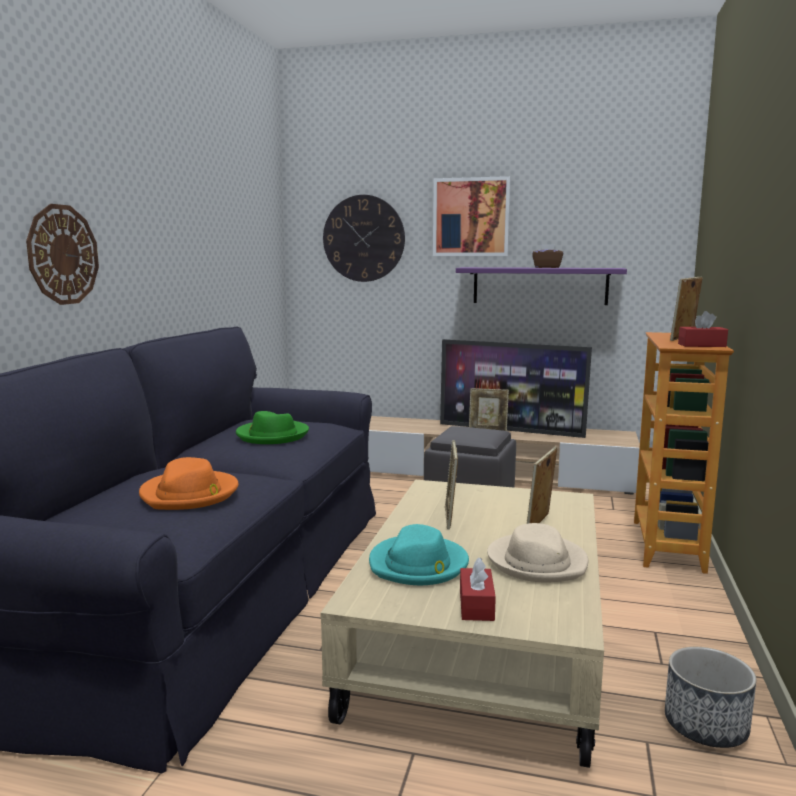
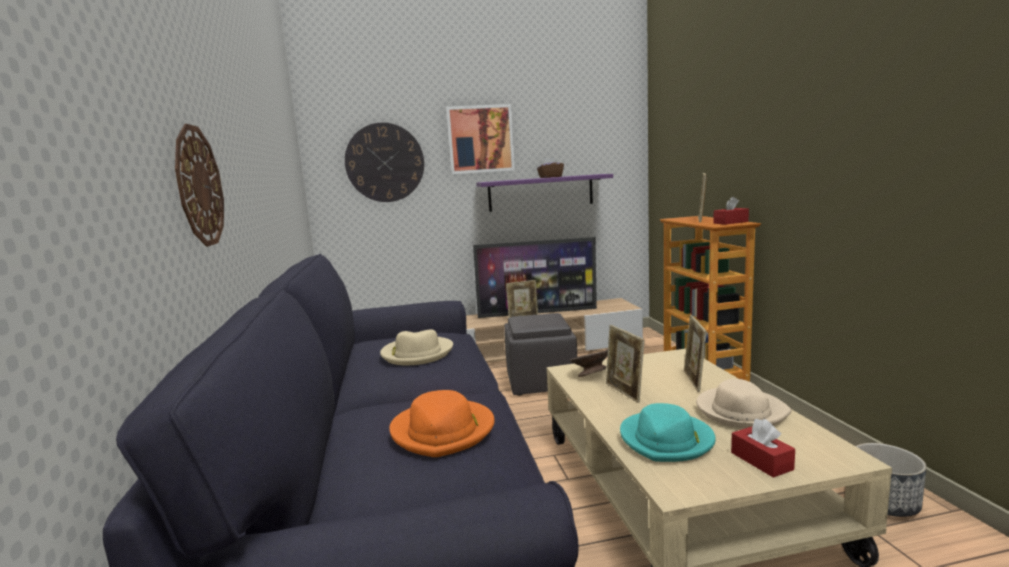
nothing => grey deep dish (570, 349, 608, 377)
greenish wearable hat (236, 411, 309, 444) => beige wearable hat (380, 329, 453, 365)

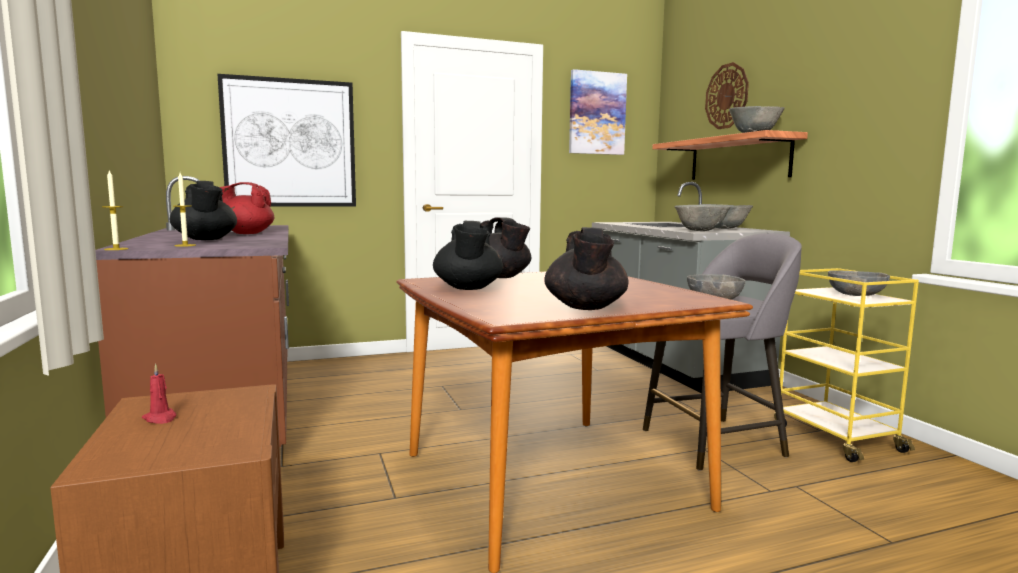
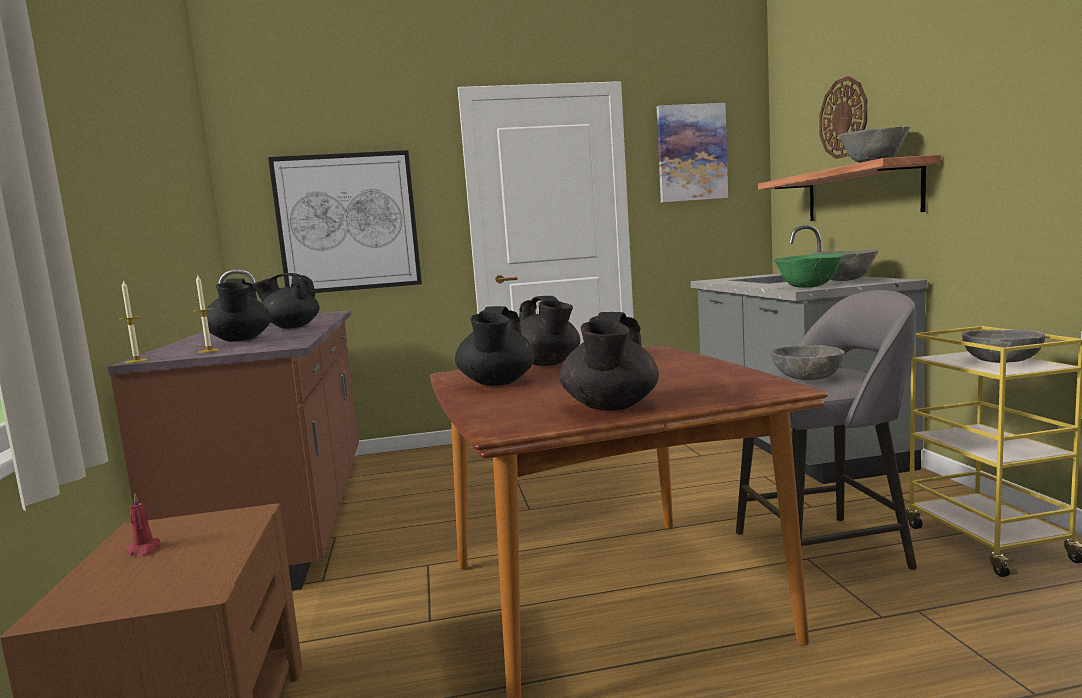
red-coloured tea pot (219, 182, 274, 234) => black-coloured tea pot (253, 273, 319, 329)
grey deep dish (674, 205, 731, 231) => greenish deep dish (774, 254, 844, 288)

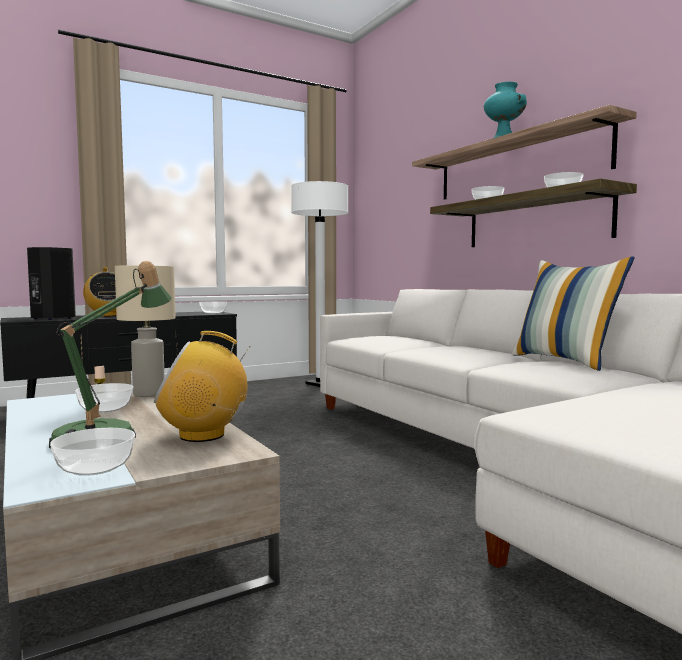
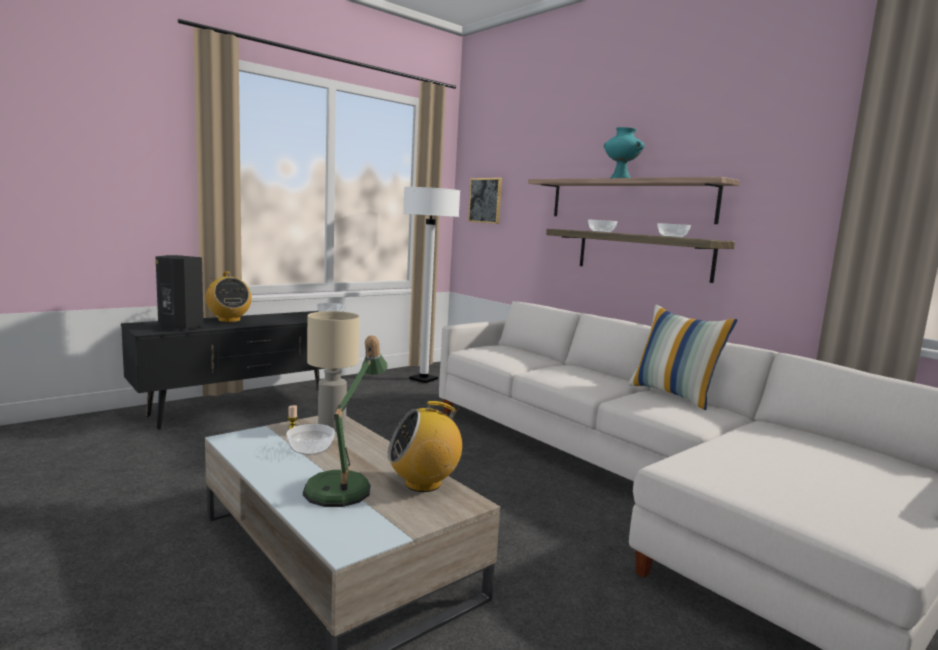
deep dish (50, 428, 135, 476) => nothing
nothing => picture (468, 178, 502, 224)

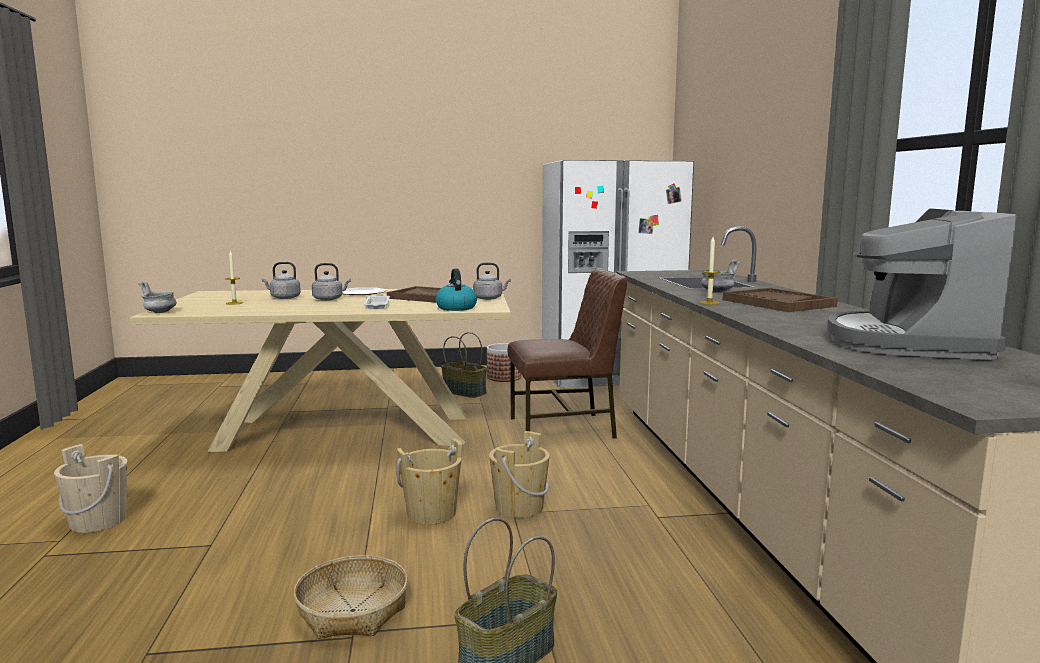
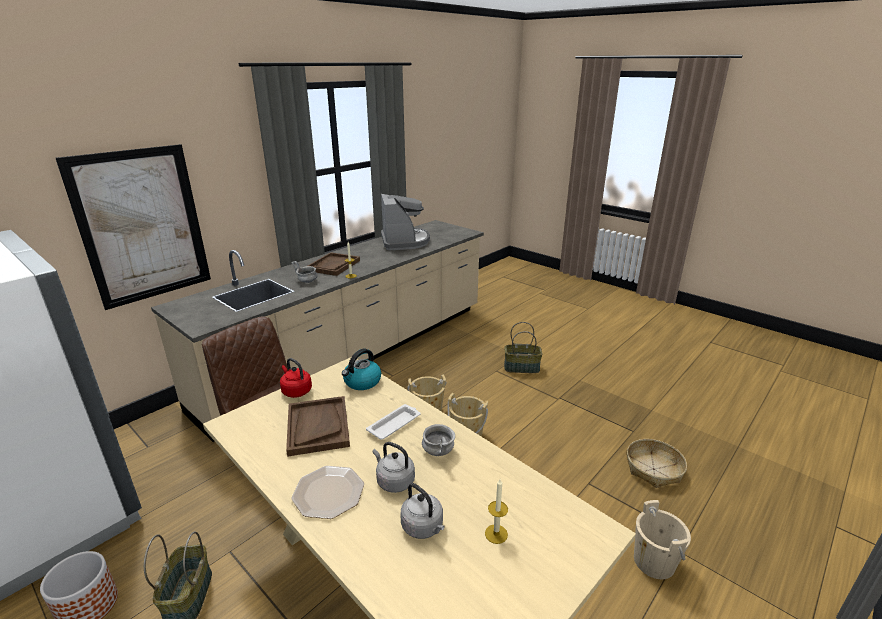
nothing => picture (56, 144, 211, 310)
grey deep dish (138, 281, 177, 313) => grey deep dish (422, 424, 455, 456), shifted
household basket (293, 555, 408, 639) => household basket (627, 439, 687, 488), shifted
grey tea kettle (473, 262, 511, 300) => red-coloured tea kettle (280, 358, 312, 398)
coffee machine (827, 209, 1017, 360) => coffee machine (381, 194, 430, 250), 75 degrees counterclockwise

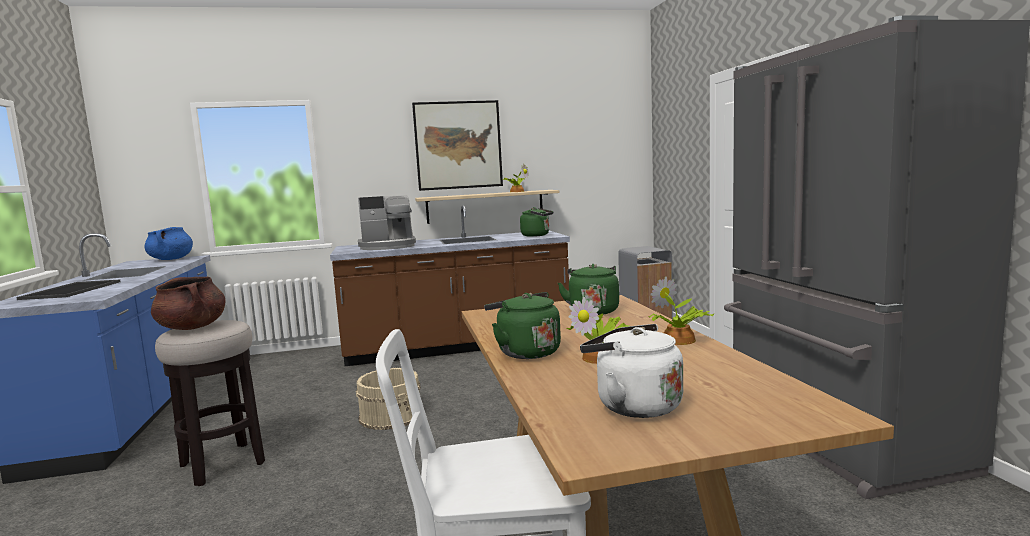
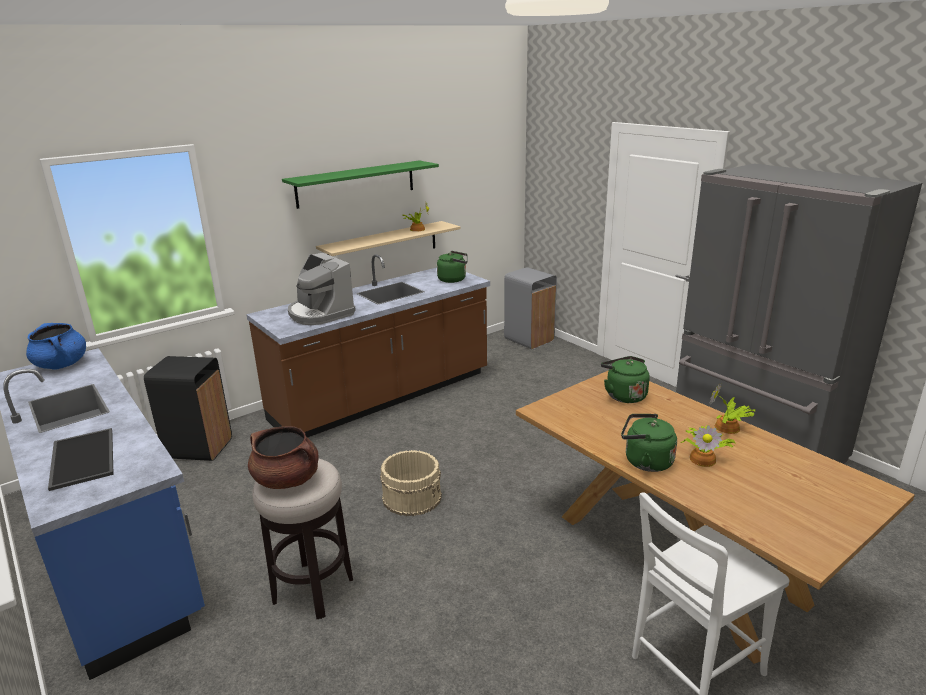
white tea kettle (580, 324, 683, 418) => nothing
nothing => black-coloured rubbish bin (144, 356, 232, 461)
picture (412, 100, 503, 191) => greenish shelf (282, 160, 439, 209)
coffee machine (358, 195, 416, 250) => coffee machine (288, 253, 356, 325), 90 degrees clockwise

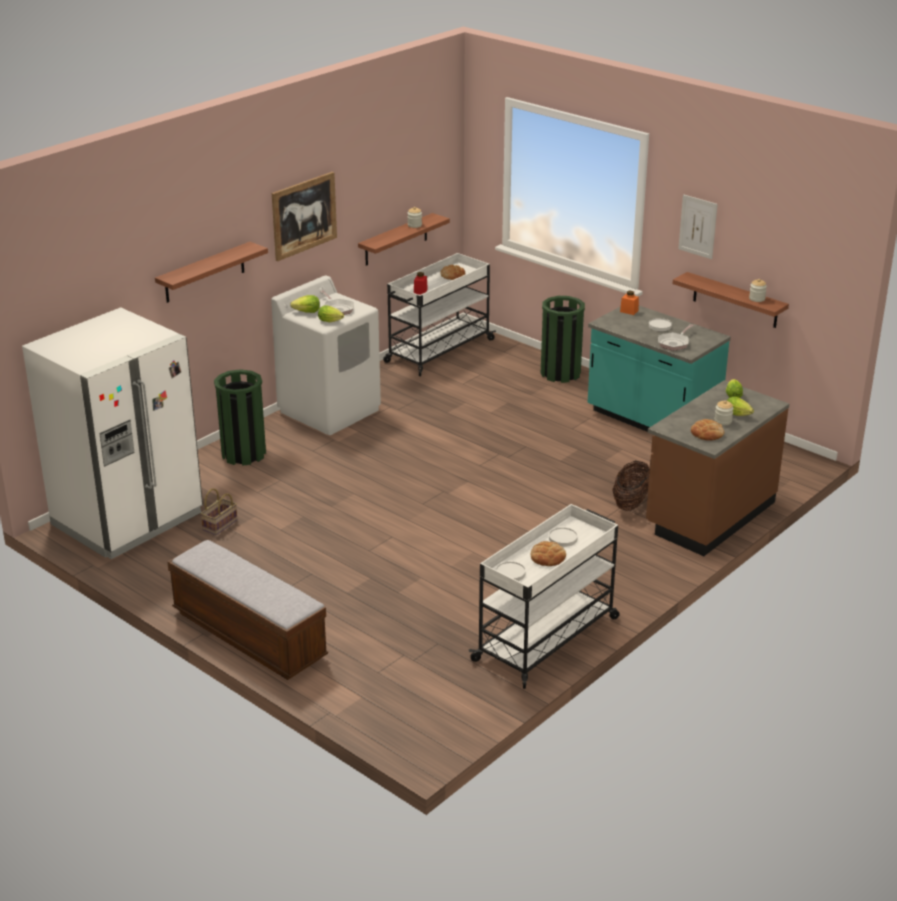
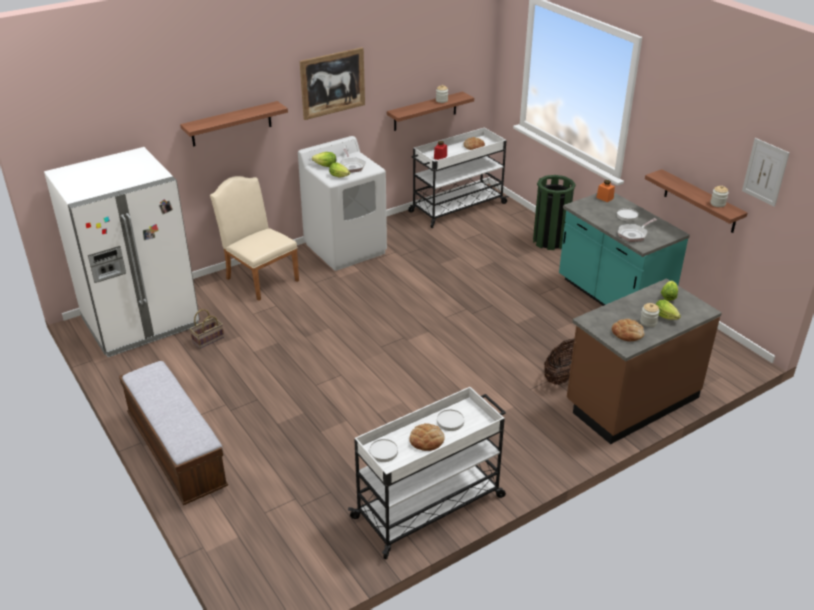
picture (678, 194, 718, 259) => picture (742, 138, 789, 207), shifted
greenish rubbish bin (214, 369, 266, 466) => beige upright chair (210, 176, 299, 301)

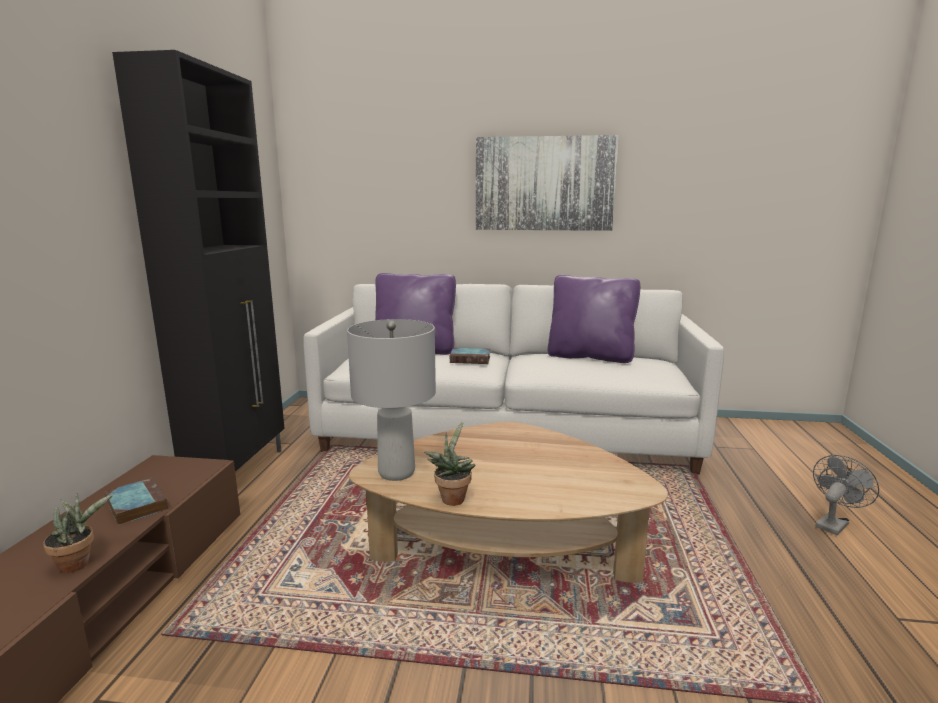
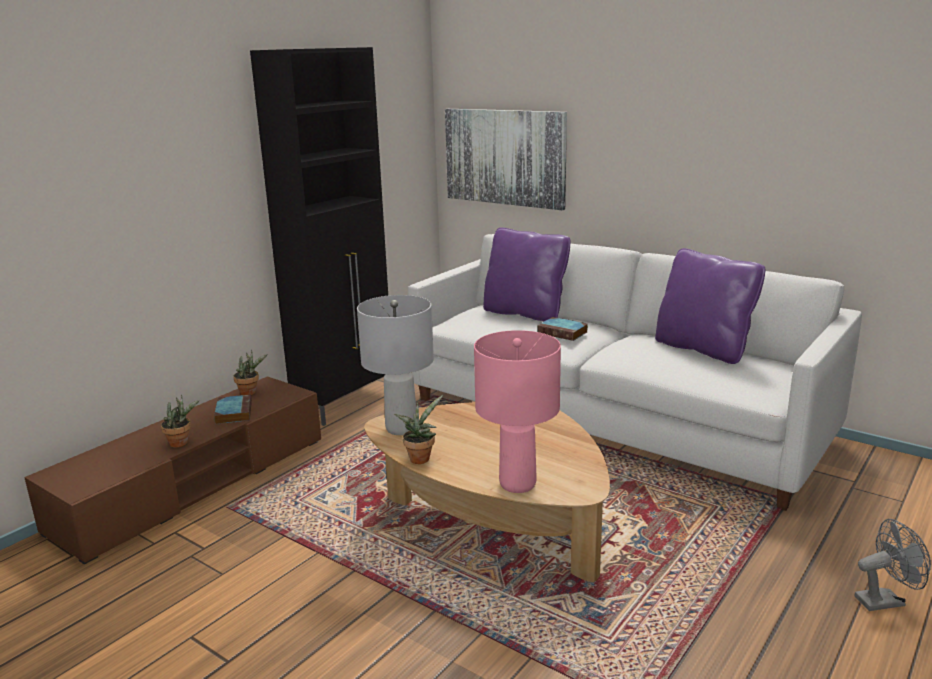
nothing => potted plant (233, 350, 268, 395)
nothing => pink table lamp (474, 330, 561, 493)
picture (476, 135, 619, 231) => picture (445, 109, 567, 210), shifted

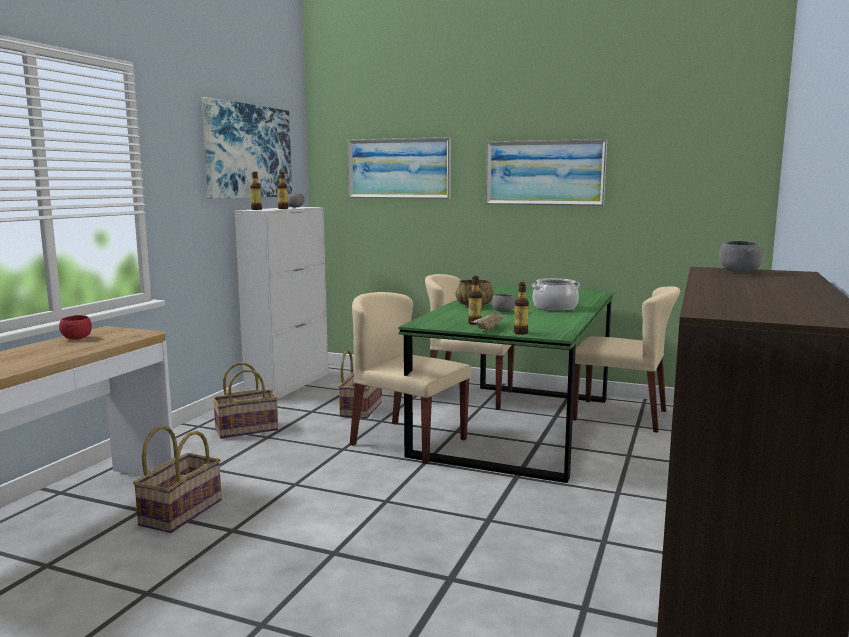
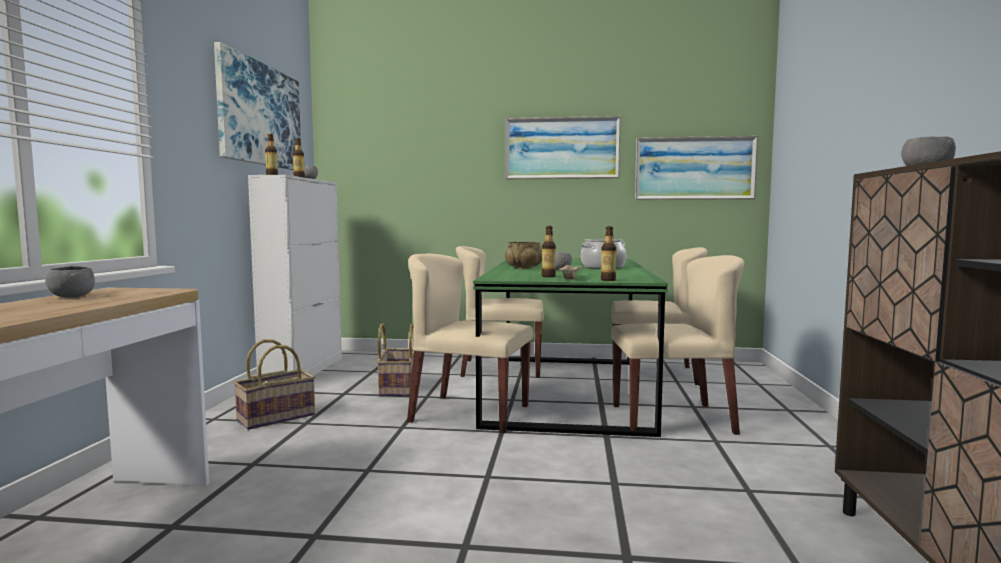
household basket (133, 425, 222, 533) => nothing
nothing => beige upright chair (611, 255, 744, 435)
picture (347, 137, 451, 199) => picture (635, 136, 758, 200), shifted
red-coloured deep dish (59, 315, 92, 340) => grey deep dish (45, 266, 95, 298)

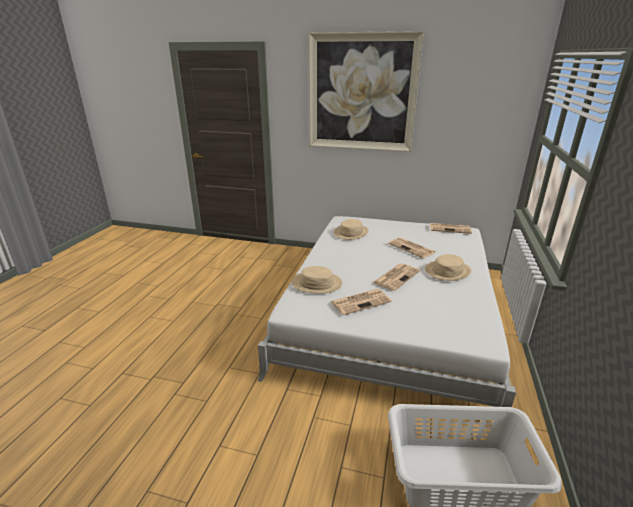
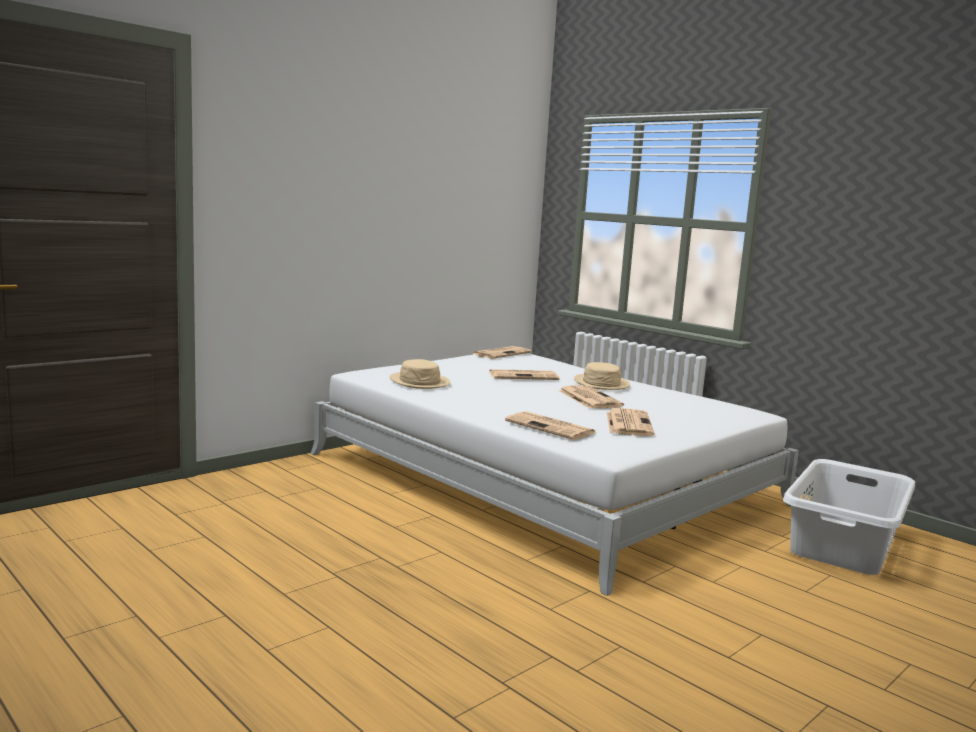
picture (308, 31, 424, 152) => nothing
beige wearable hat (291, 266, 342, 294) => printed paper (505, 411, 596, 440)

